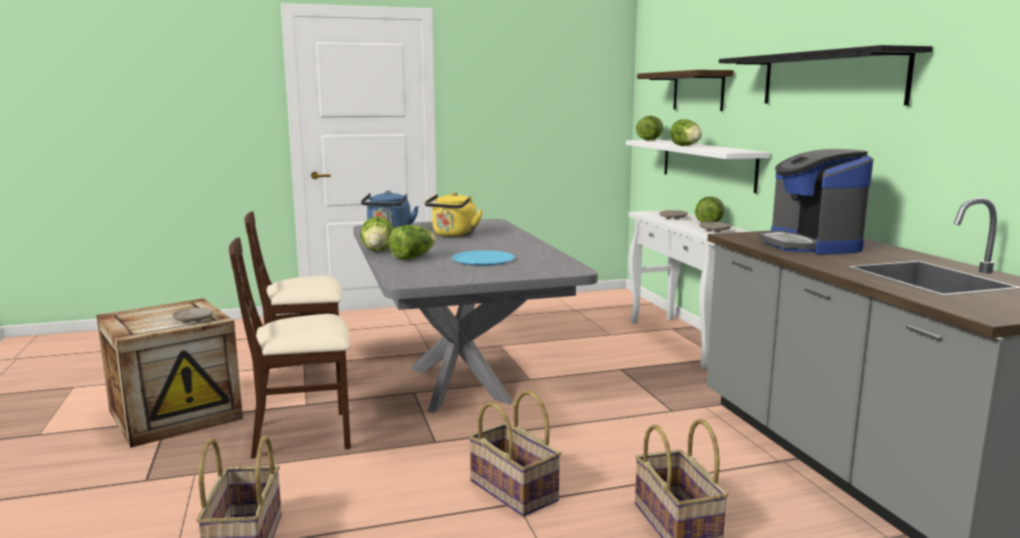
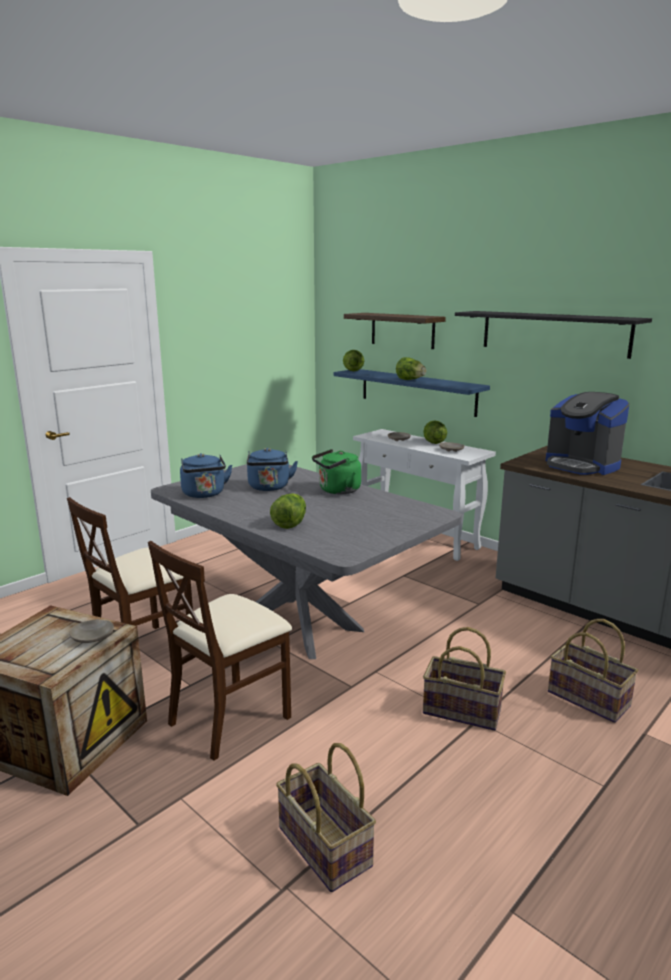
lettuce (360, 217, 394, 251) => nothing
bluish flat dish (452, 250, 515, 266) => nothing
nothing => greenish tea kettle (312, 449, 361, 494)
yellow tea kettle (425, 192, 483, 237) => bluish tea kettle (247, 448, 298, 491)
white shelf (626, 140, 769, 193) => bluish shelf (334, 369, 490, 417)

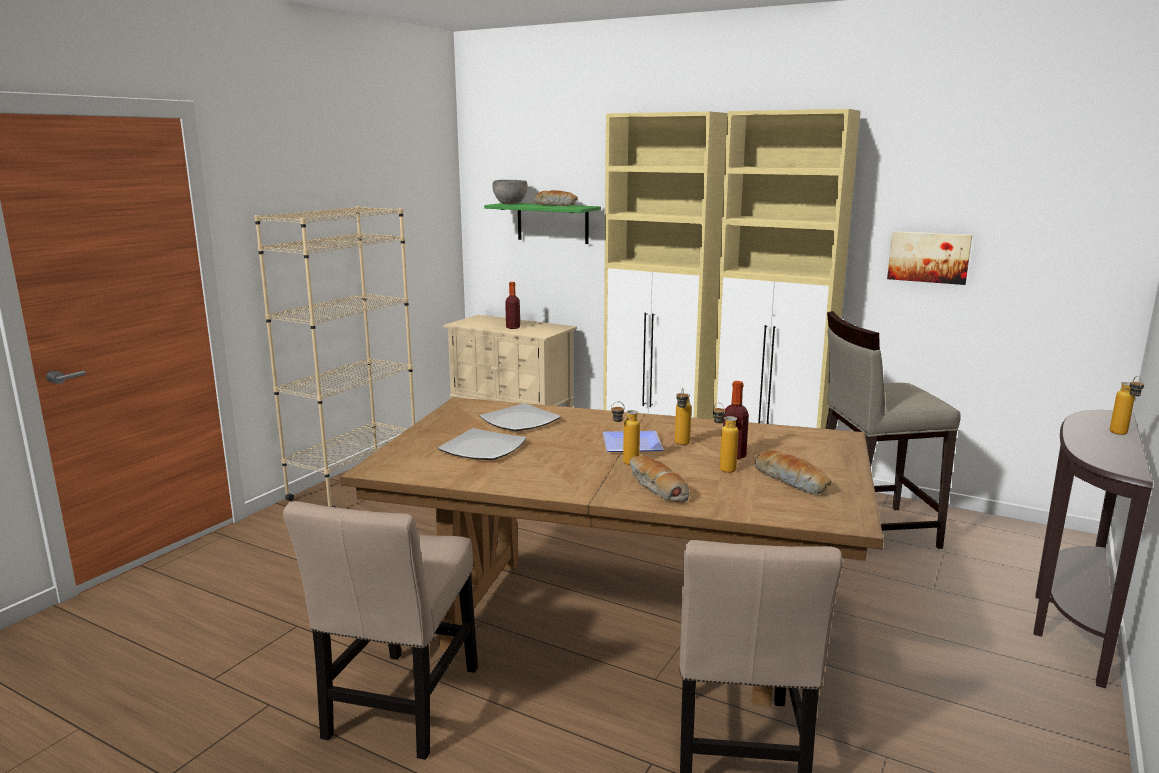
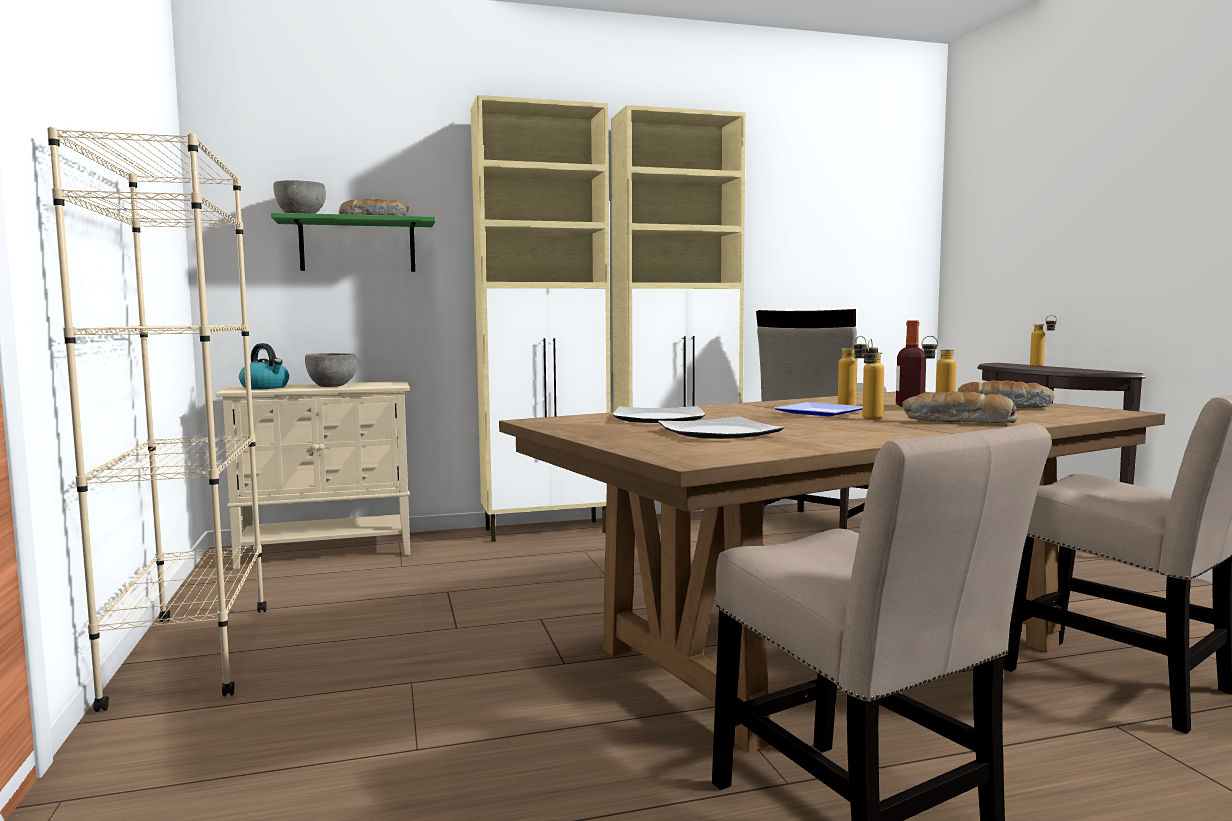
picture (887, 231, 972, 285) => nothing
nothing => tea kettle (239, 343, 289, 389)
drink bottle (505, 282, 520, 329) => grey deep dish (305, 353, 357, 387)

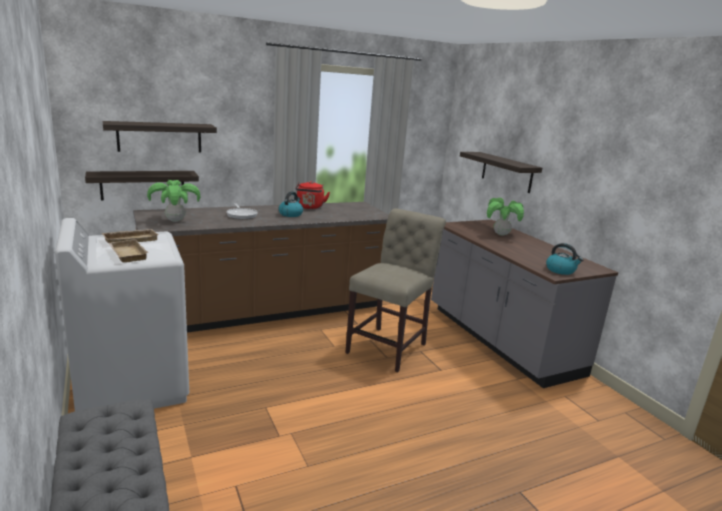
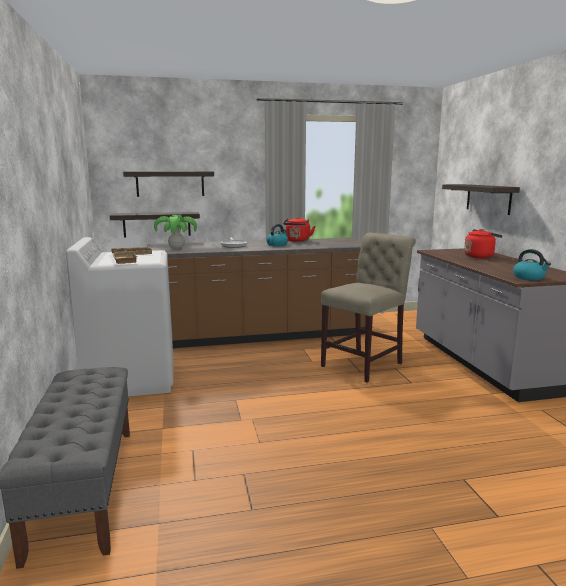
potted plant (487, 198, 524, 236) => red-coloured tea kettle (464, 229, 503, 258)

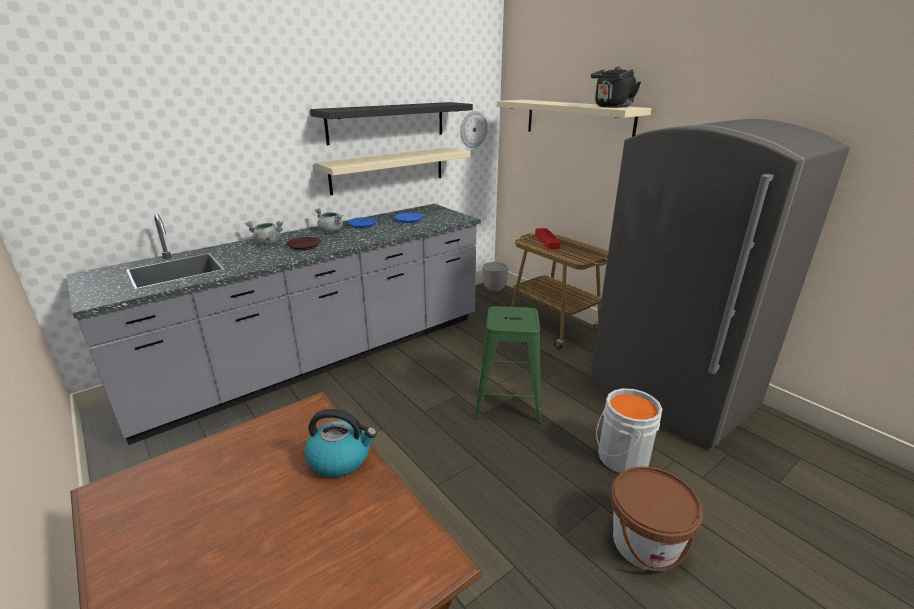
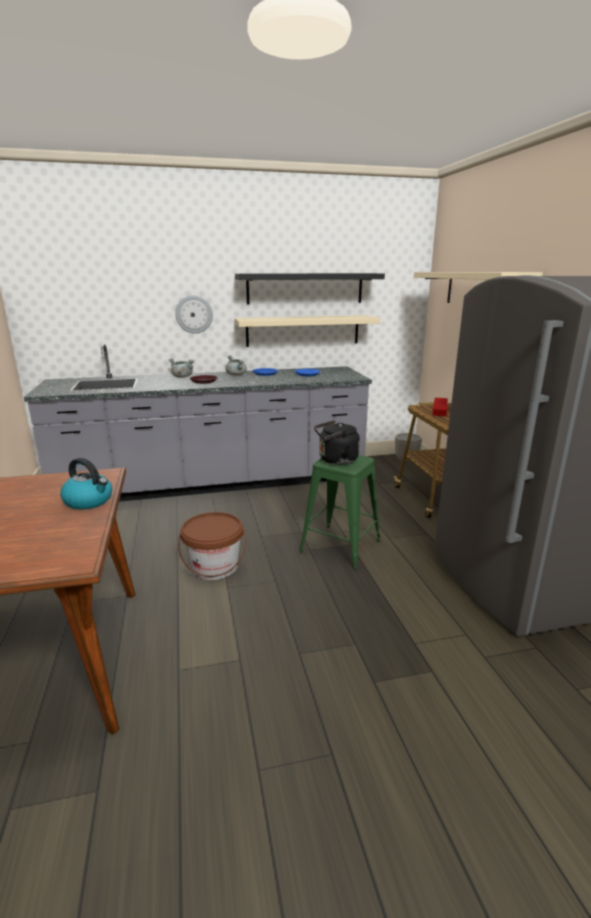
grey pail (596, 388, 662, 473) => nothing
wall clock (460, 111, 488, 148) => wall clock (175, 295, 213, 334), shifted
black-coloured tea kettle (591, 66, 641, 108) => black-coloured tea kettle (314, 420, 360, 464), shifted
brown-coloured pail (610, 466, 703, 571) => brown-coloured pail (178, 512, 246, 580), shifted

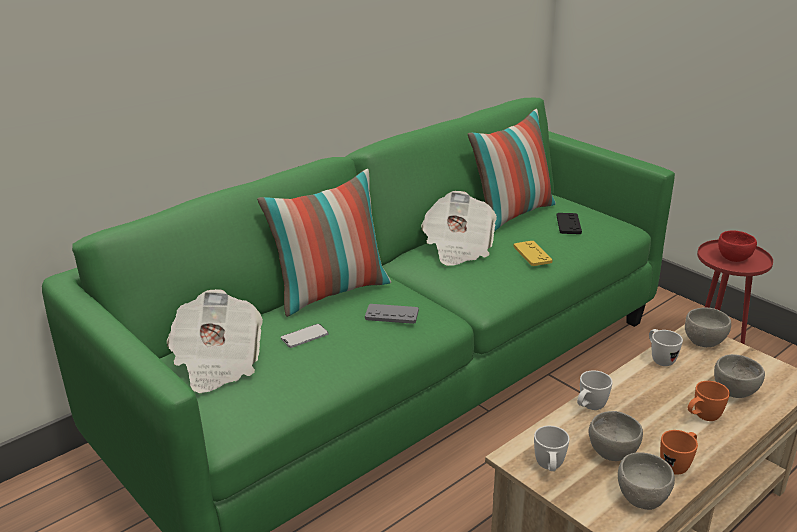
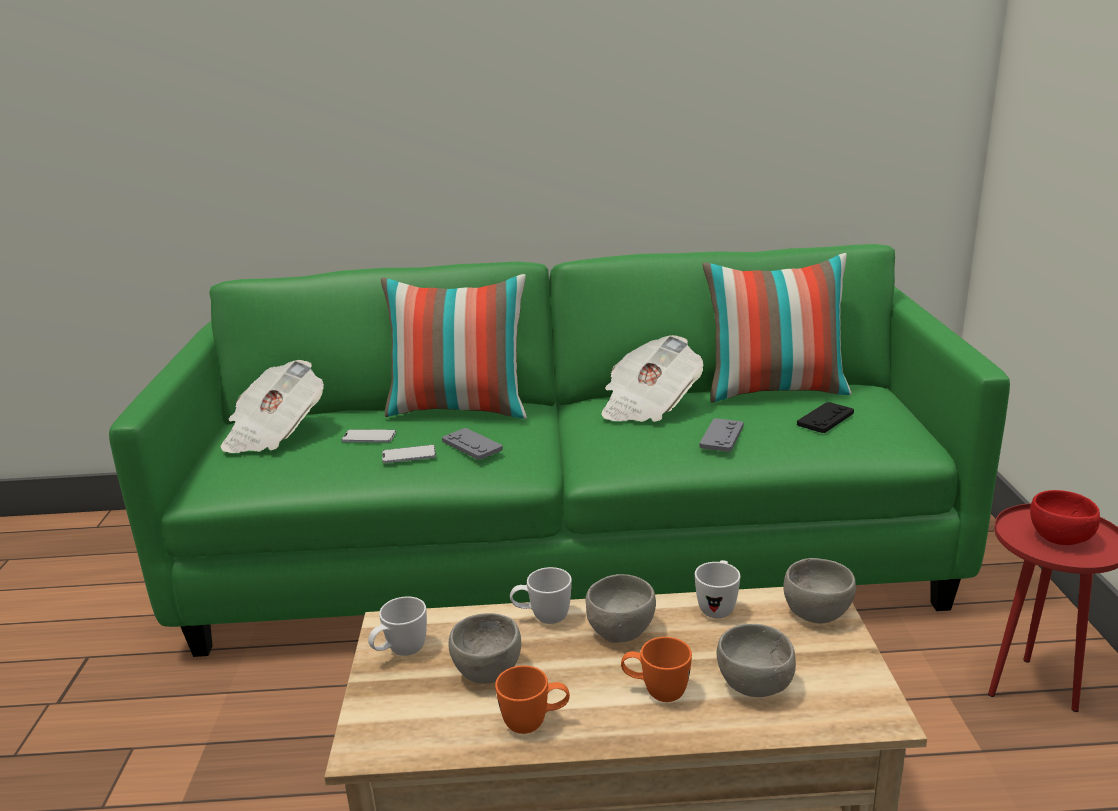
nothing => phone (382, 445, 436, 463)
grey deep dish (618, 452, 675, 510) => grey deep dish (586, 574, 656, 643), shifted
yellow gamepad (513, 241, 553, 266) => grey gamepad (699, 418, 744, 452)

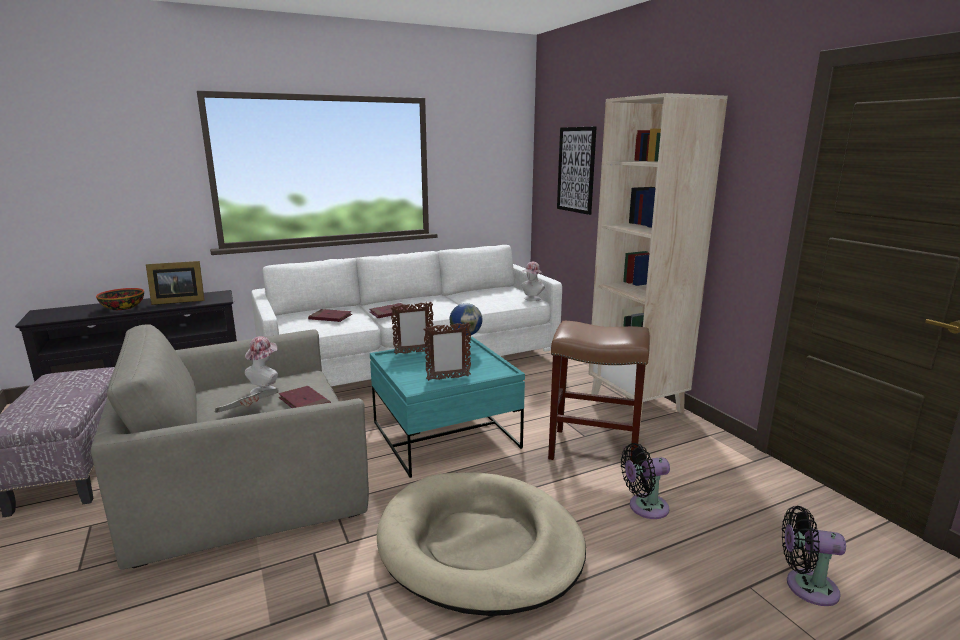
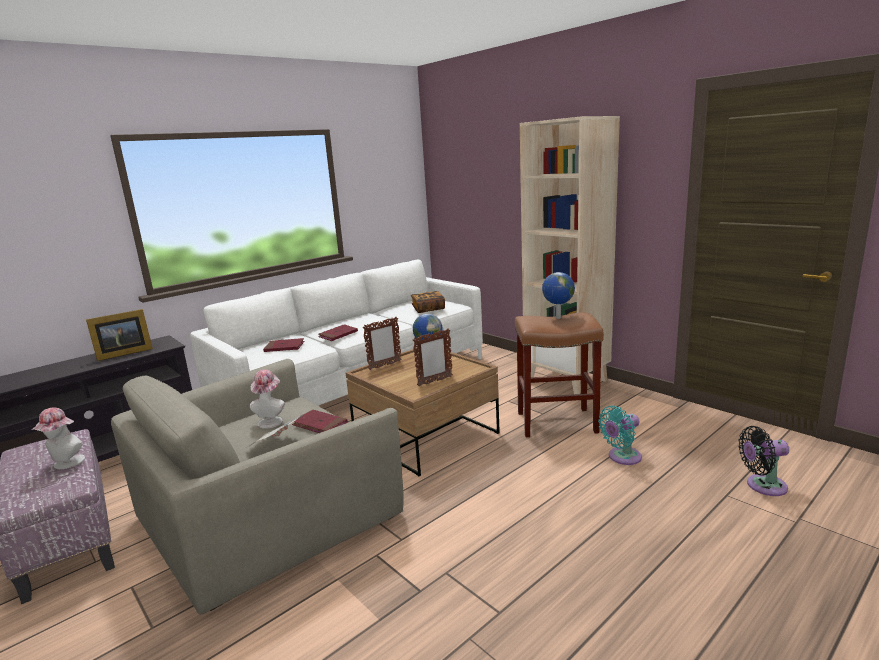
deep dish (96, 288, 144, 310) => nothing
beige pet bed (377, 472, 586, 616) => nothing
picture (557, 127, 597, 215) => nothing
nothing => book (411, 291, 445, 313)
nothing => world globe (542, 272, 575, 319)
wearable hat (522, 262, 545, 301) => wearable hat (31, 407, 85, 469), shifted
blue-green lounge table (370, 337, 525, 478) => brown-coloured lounge table (346, 348, 500, 476)
black-coloured cooling fan (621, 443, 670, 519) => blue-green cooling fan (598, 406, 642, 465)

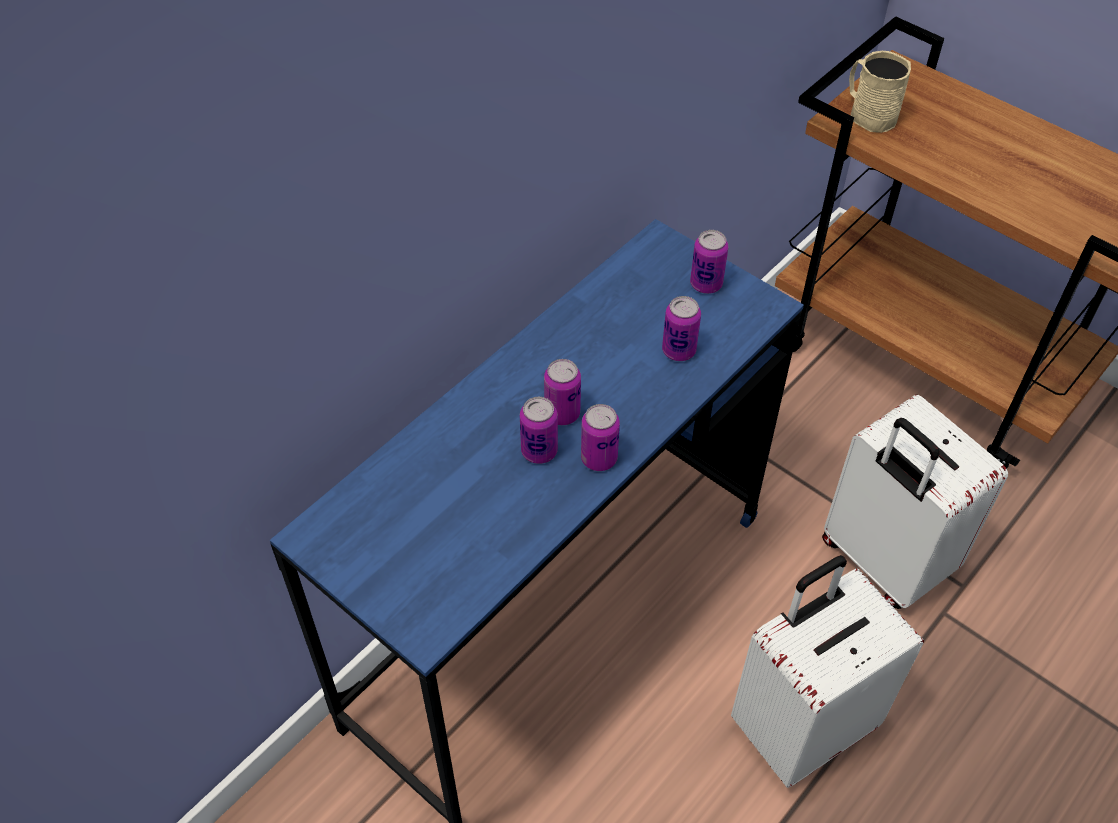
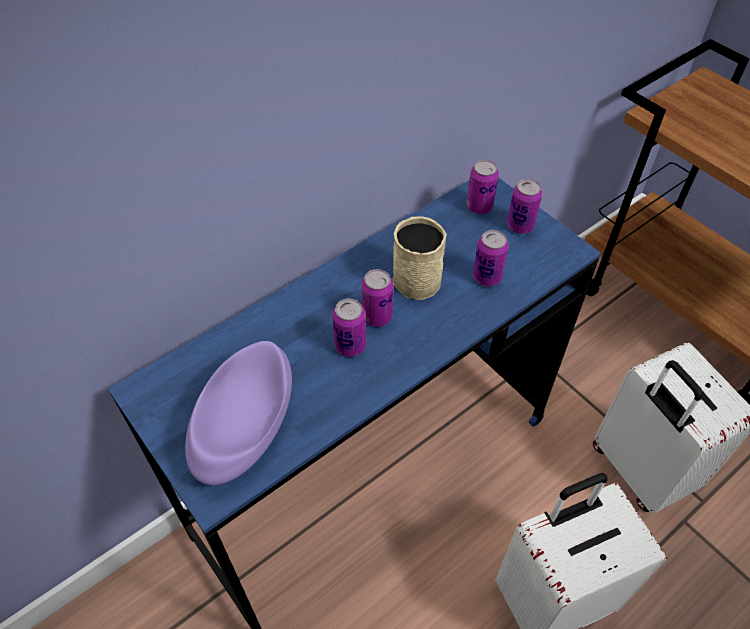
nothing => purple deep dish (185, 341, 292, 485)
sealed can (581, 404, 620, 471) => sealed can (466, 160, 499, 214), shifted
beige tea mug (849, 51, 911, 133) => beige tea mug (392, 216, 447, 300), shifted

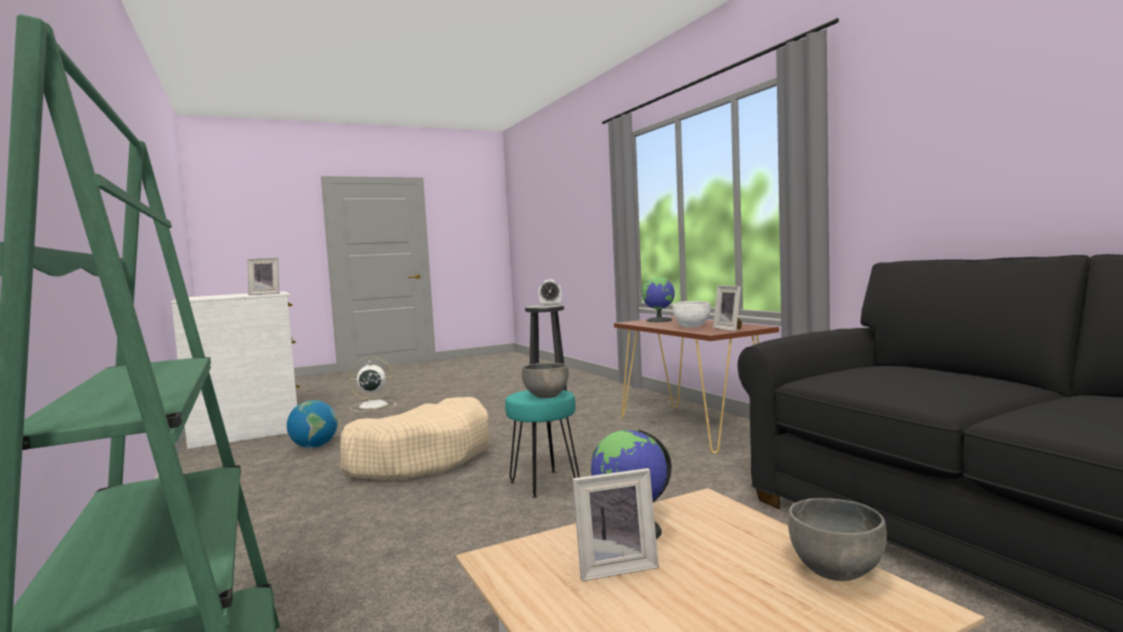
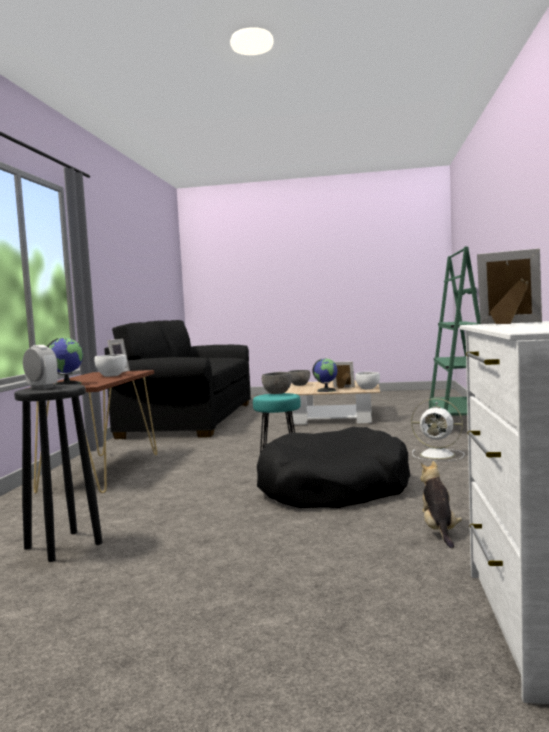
nothing => white deep dish (355, 372, 380, 389)
white cooling fan (349, 357, 396, 412) => white cooling fan (411, 398, 465, 461), shifted
world globe (287, 400, 338, 448) => plush toy (420, 461, 462, 549)
beige pet bed (340, 397, 490, 480) => black-coloured pet bed (257, 427, 410, 508)

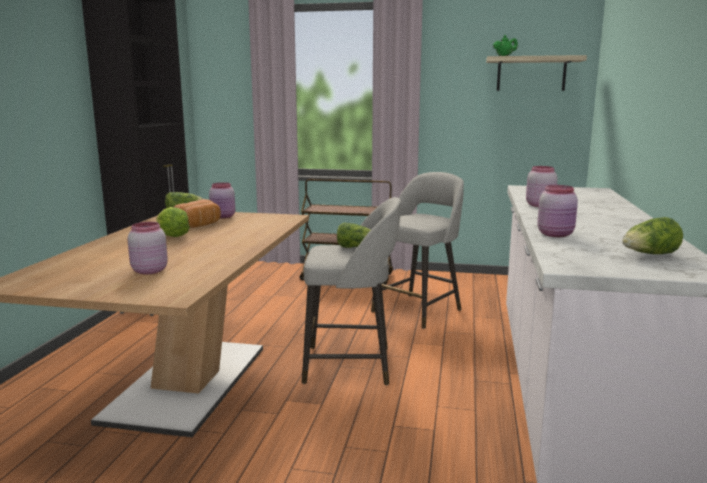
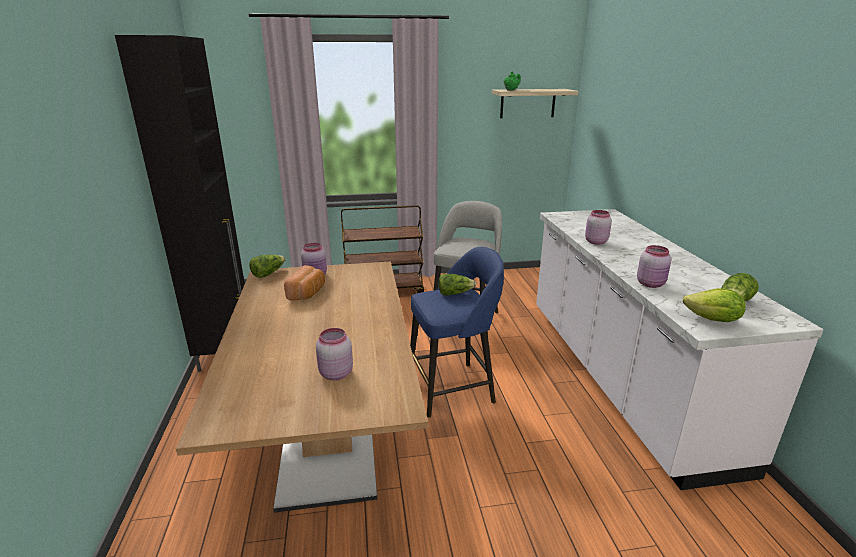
lettuce (156, 207, 190, 237) => lettuce (683, 288, 746, 322), shifted
grey stool seat (302, 197, 401, 385) => bluish stool seat (410, 247, 504, 417)

